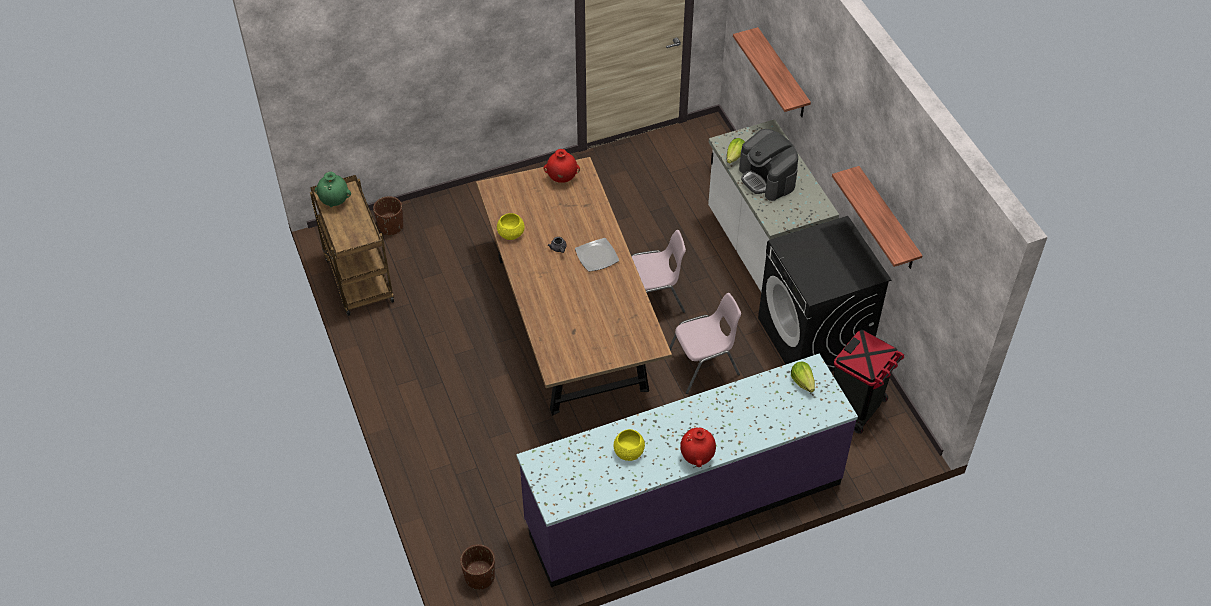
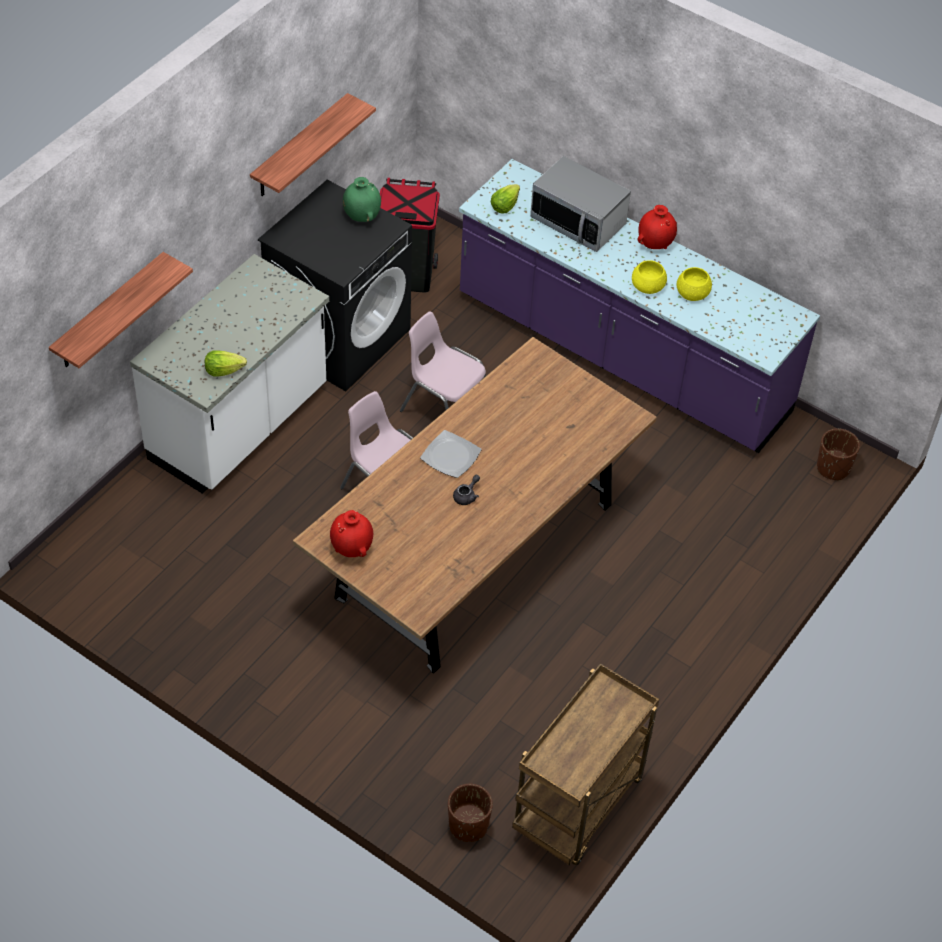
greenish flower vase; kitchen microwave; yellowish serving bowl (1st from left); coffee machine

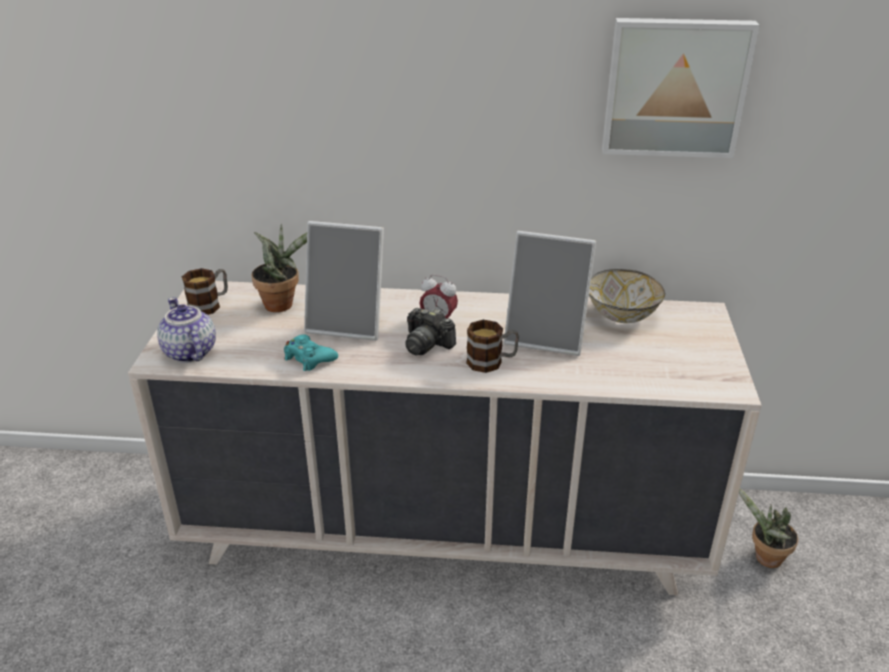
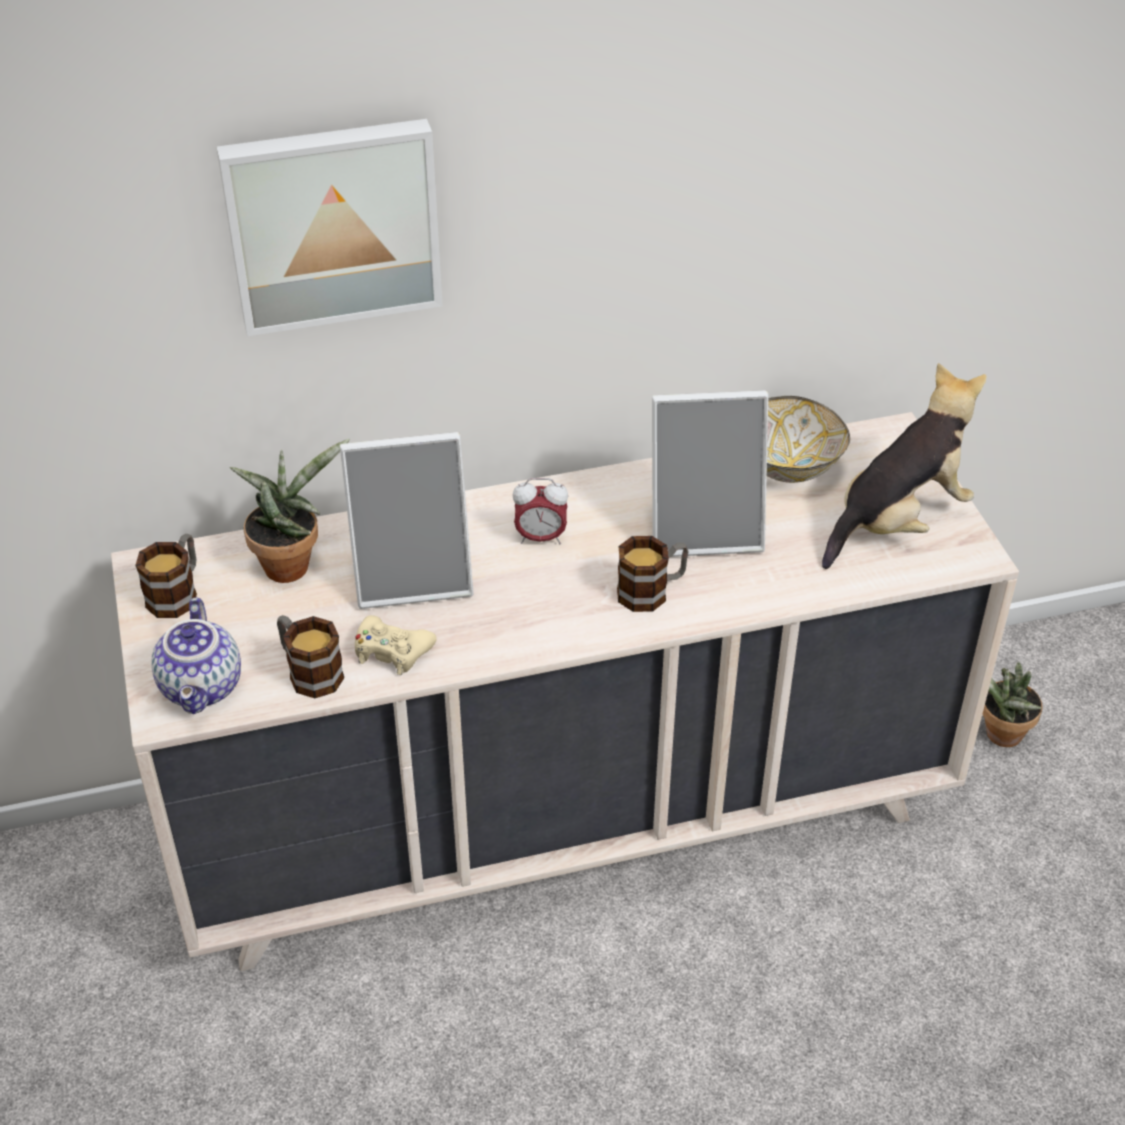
teapot; picture; coffee mug (2nd from left); sand-coloured gamepad; cuddly toy; photo camera

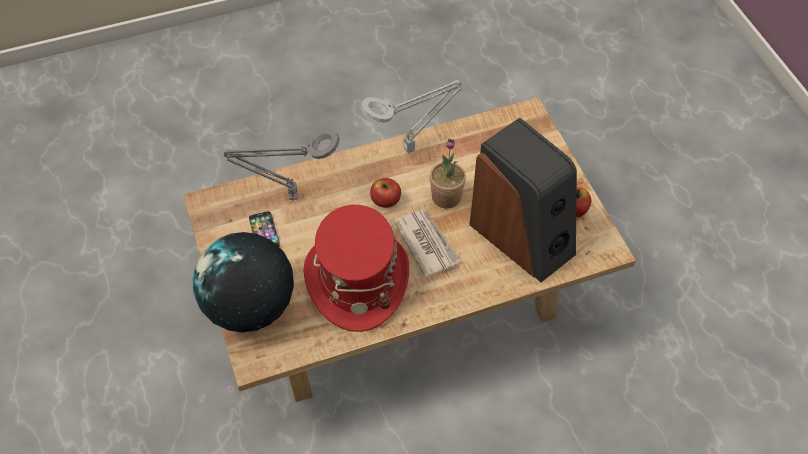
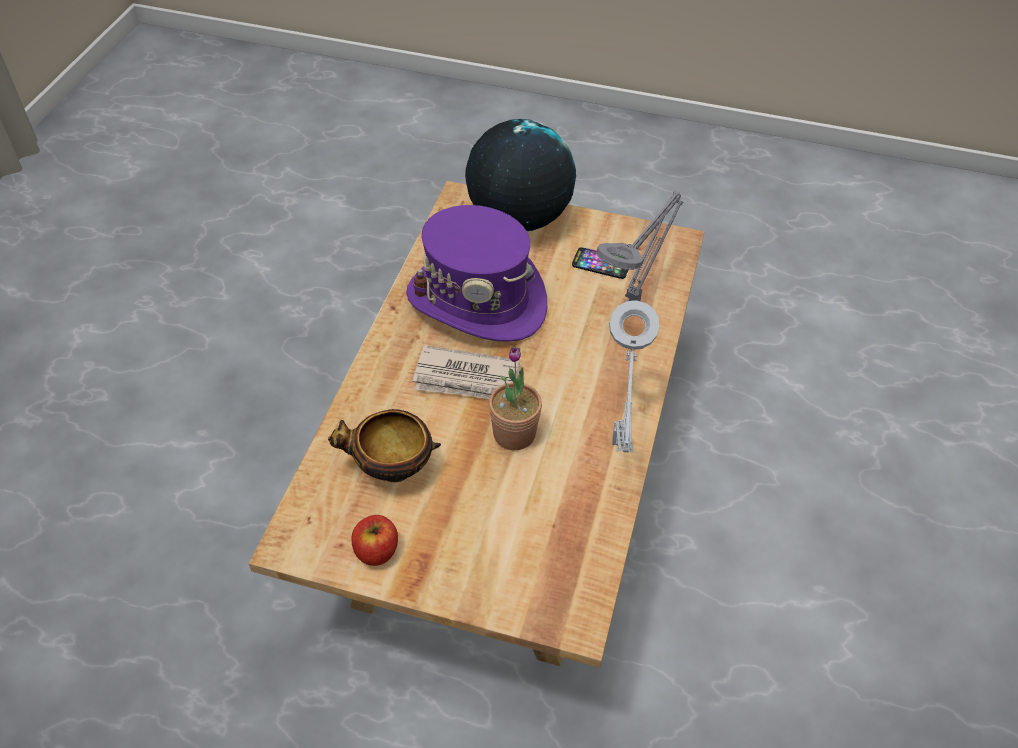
serving bowl; purplish clothing hat; whole apple (1st from left in the first image)

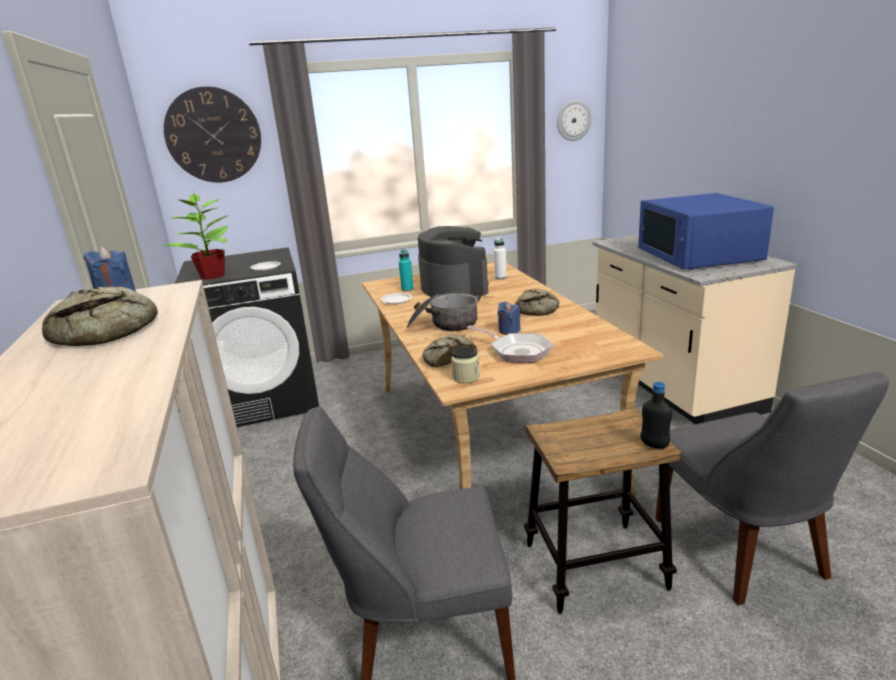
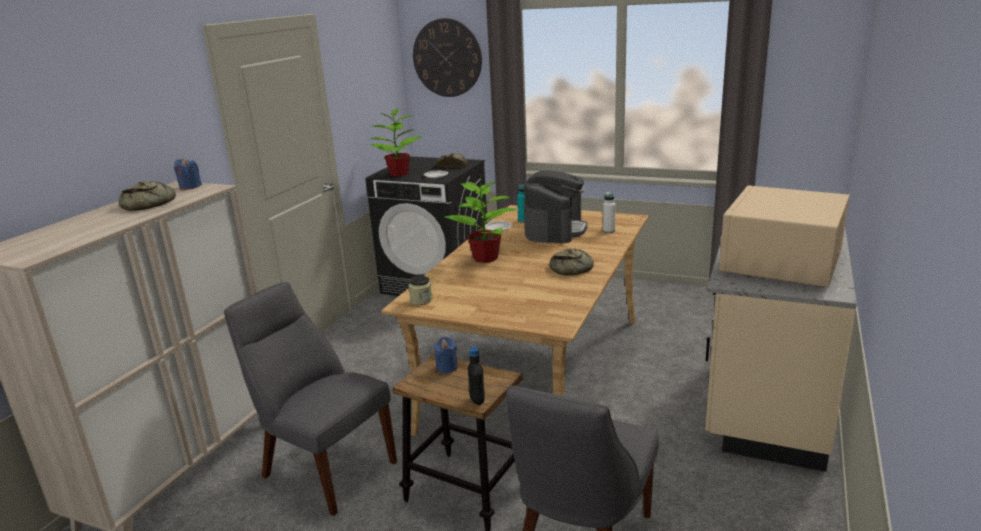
blue wax candle (2nd from left); baked bread (2nd from left); houseplant (2nd from left); sand-coloured kitchen microwave; skillet; wall clock (2nd from left in the first image)

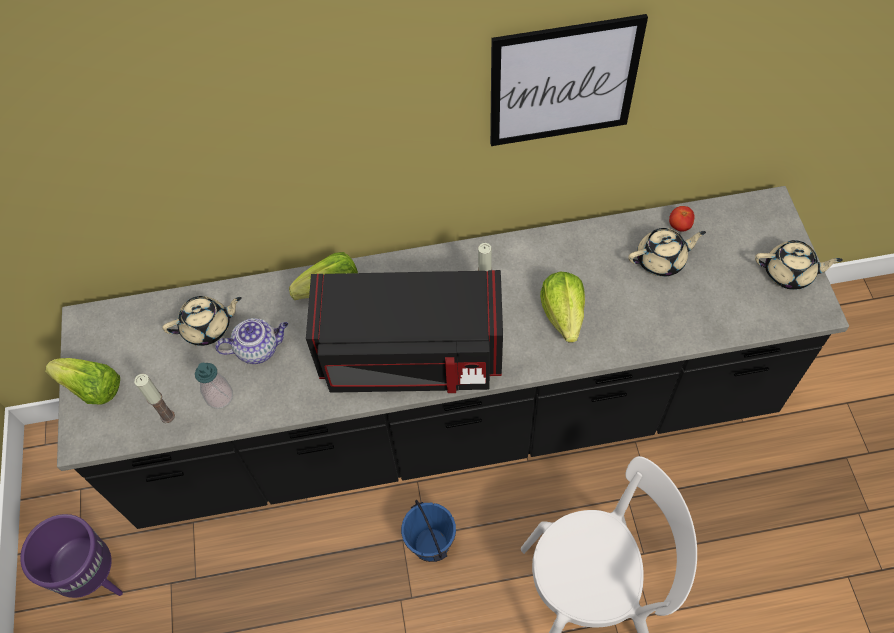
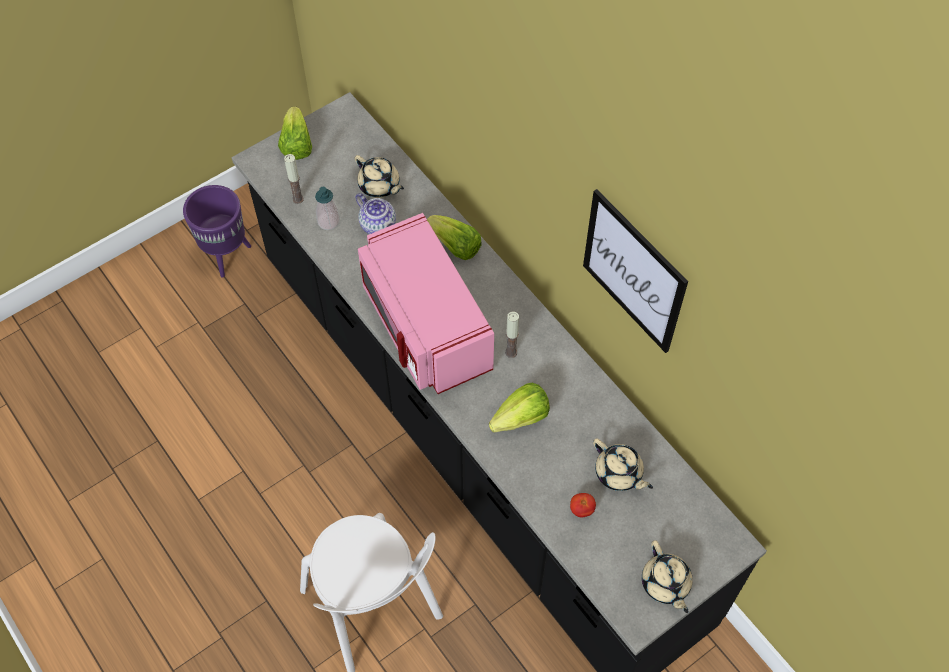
pink kitchen microwave; fresh tomato; blue pail

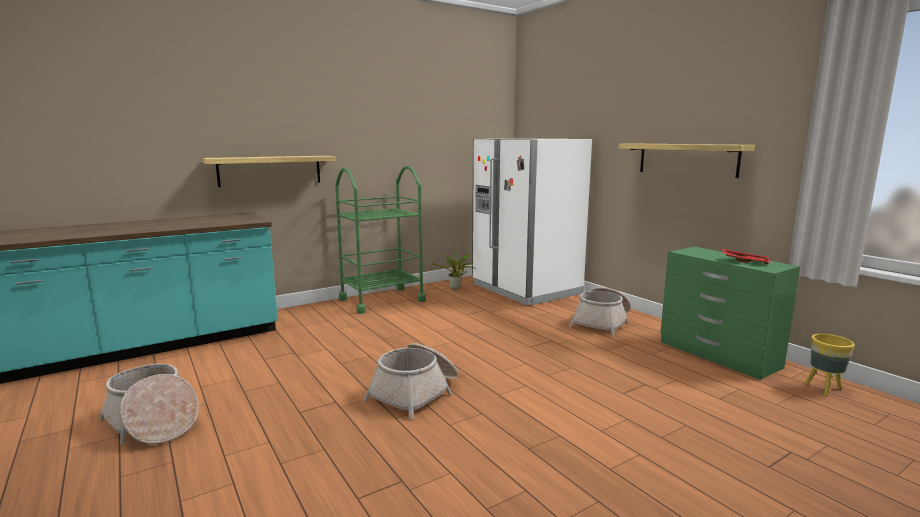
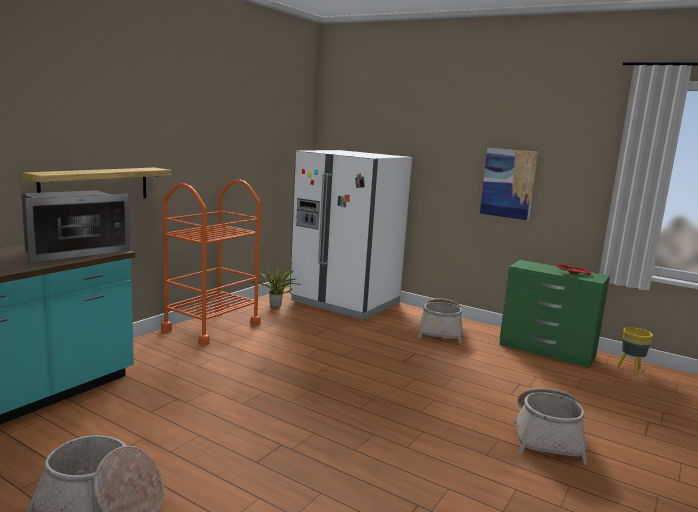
kitchen microwave; orange cart; picture; storage basket (3rd from left)

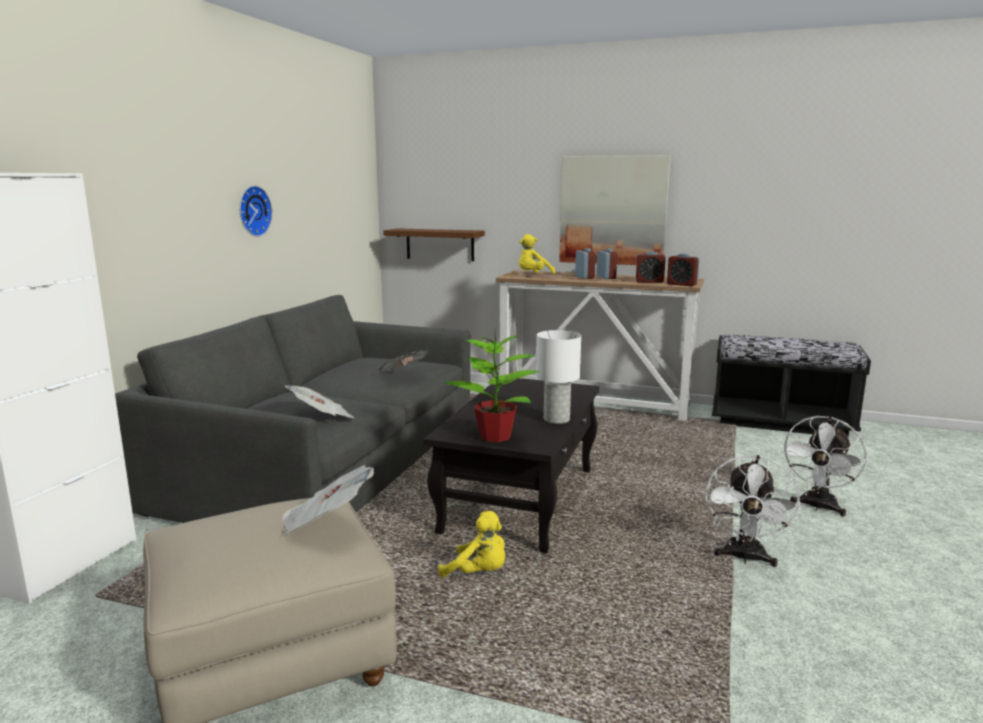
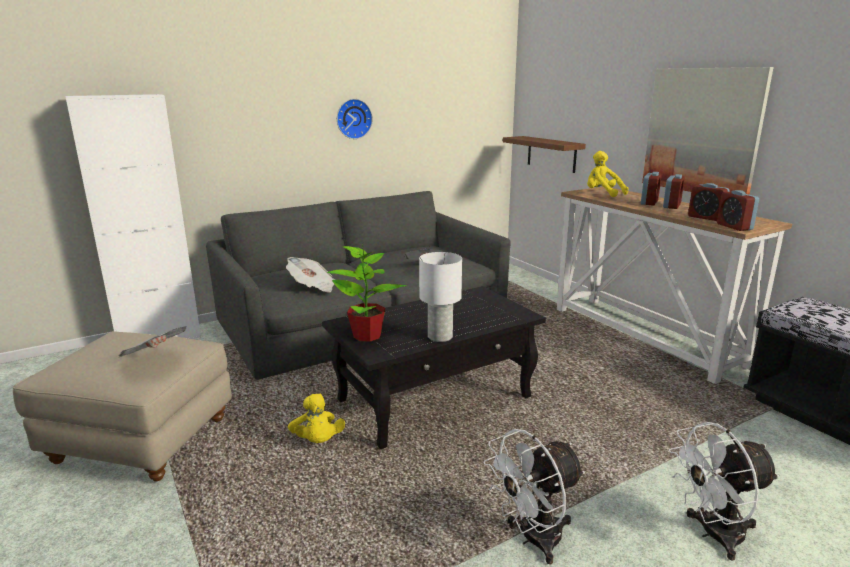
yellowish cuddly toy (2nd from left)

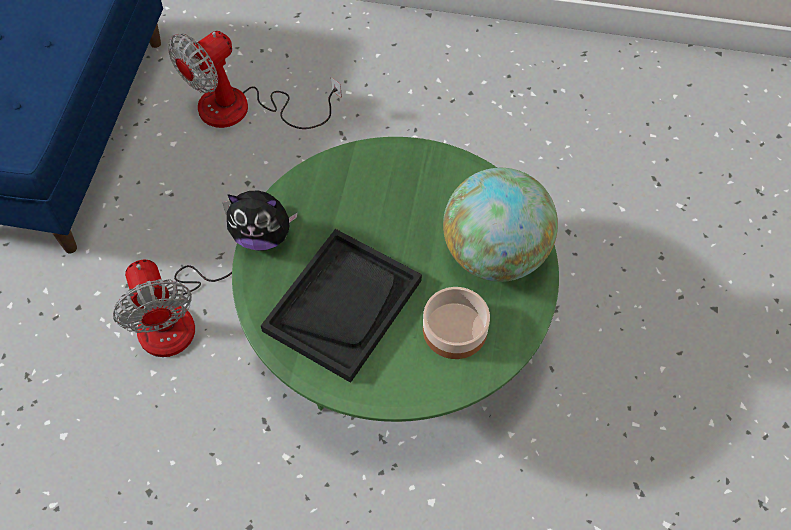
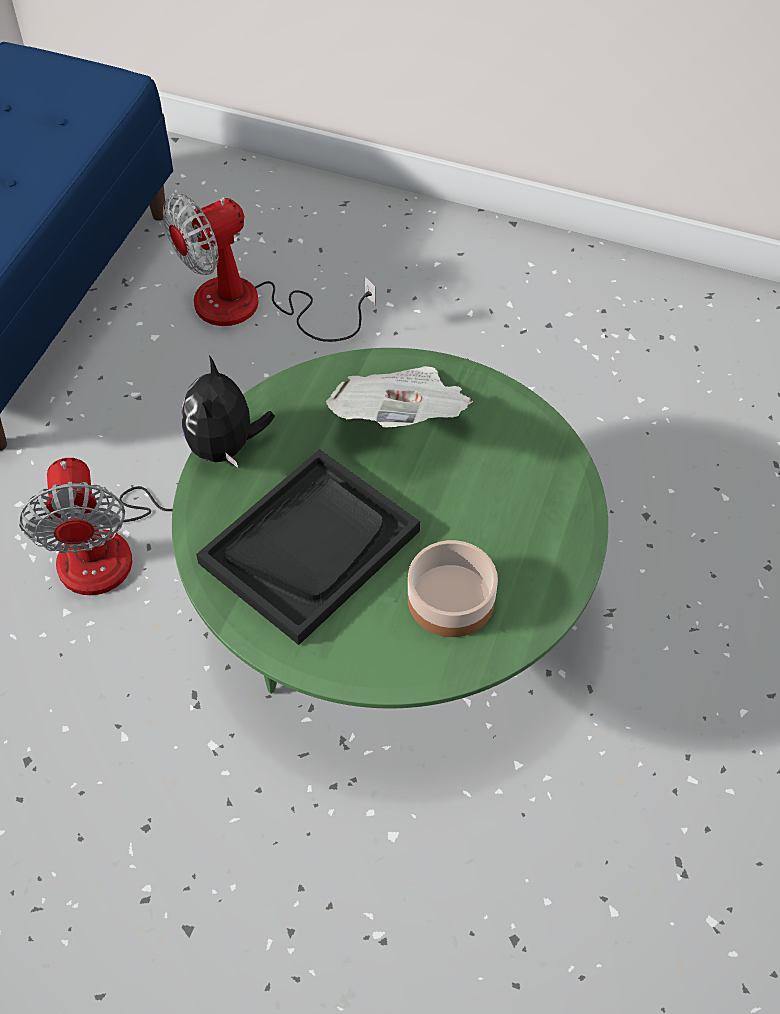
cuddly toy; printed paper; world globe

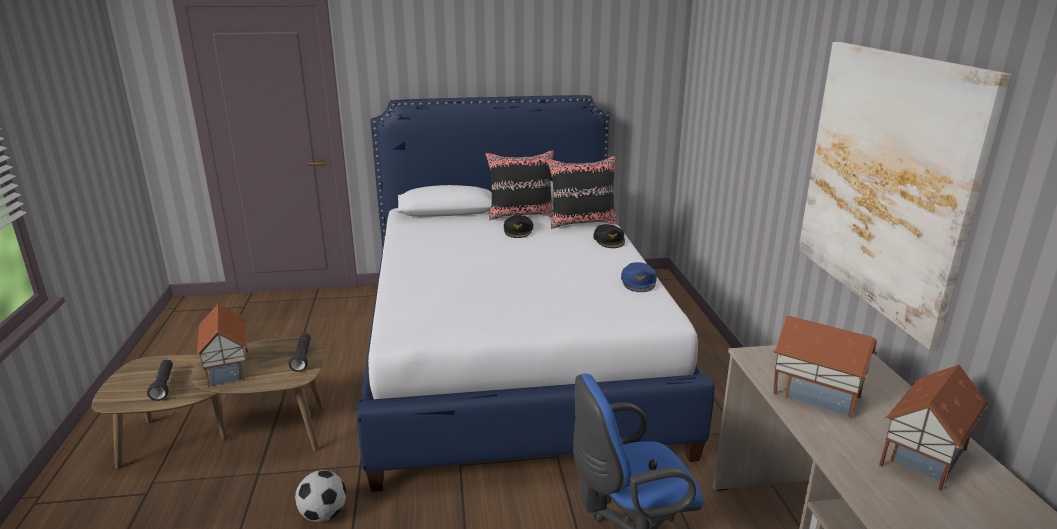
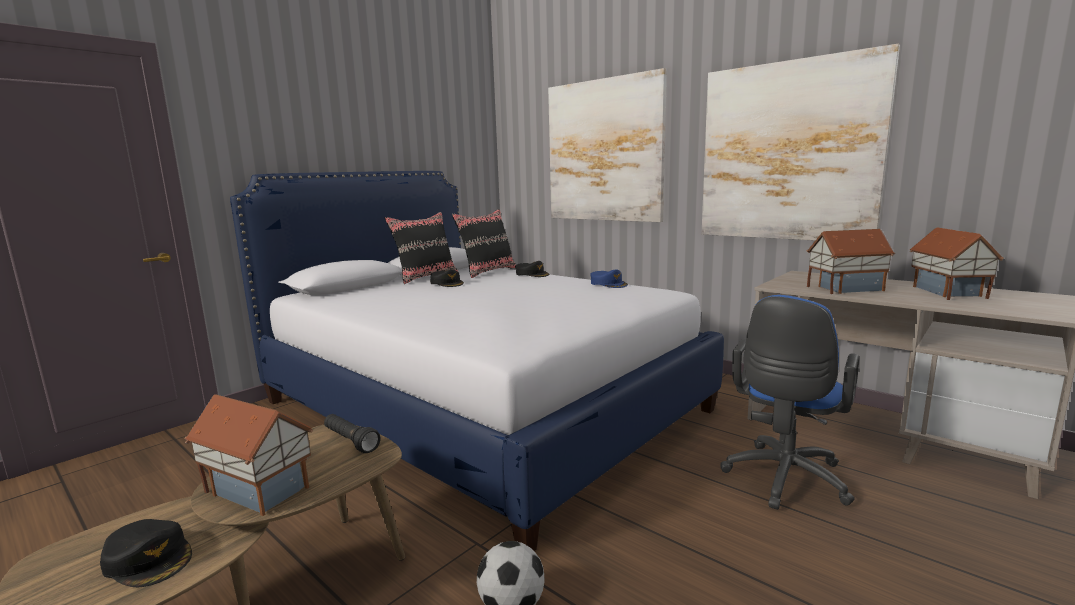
blackish baseball cap (1st from left); picture (1st from left)

